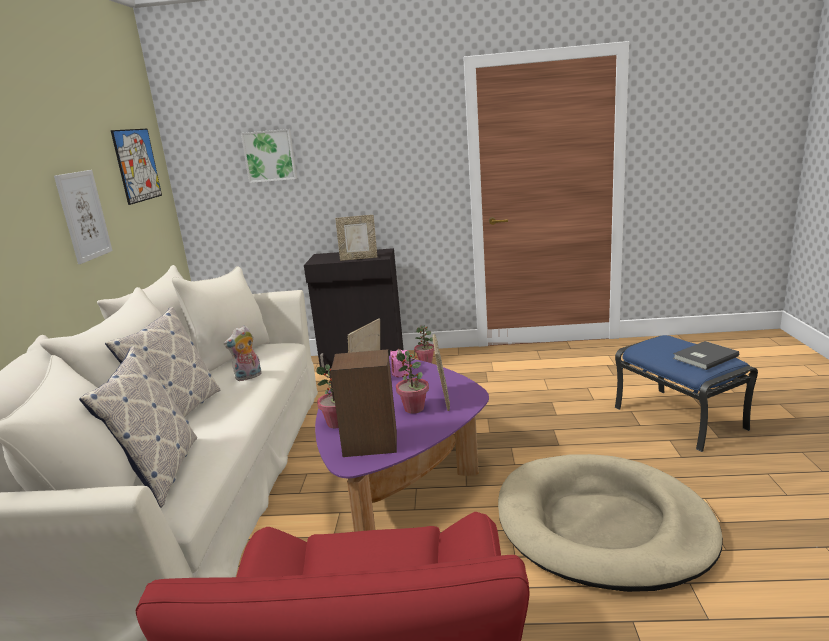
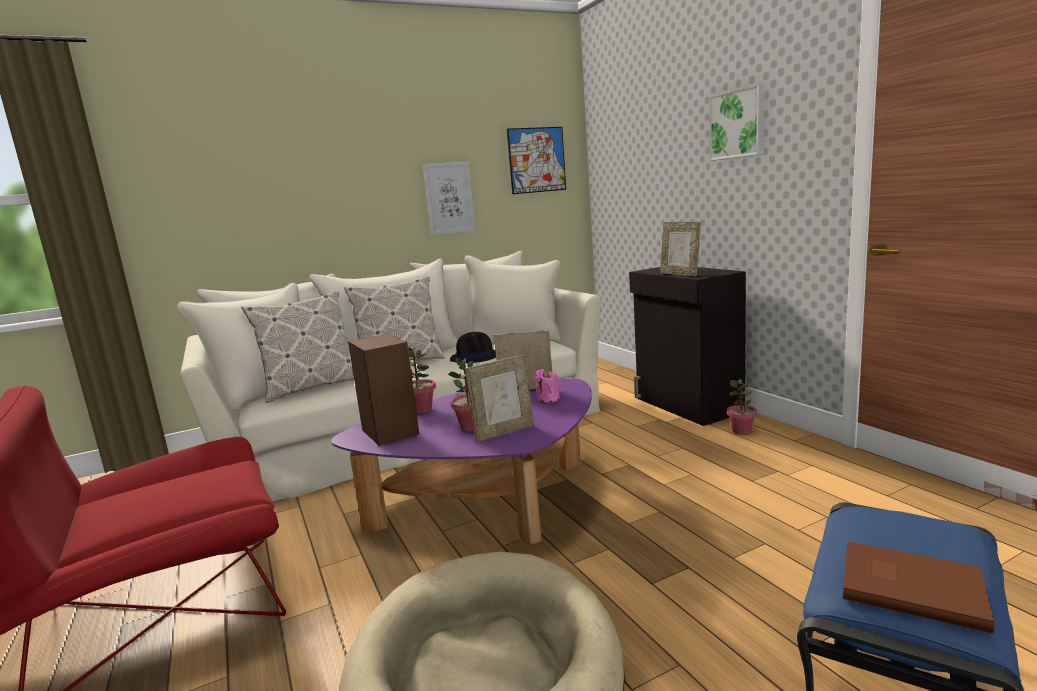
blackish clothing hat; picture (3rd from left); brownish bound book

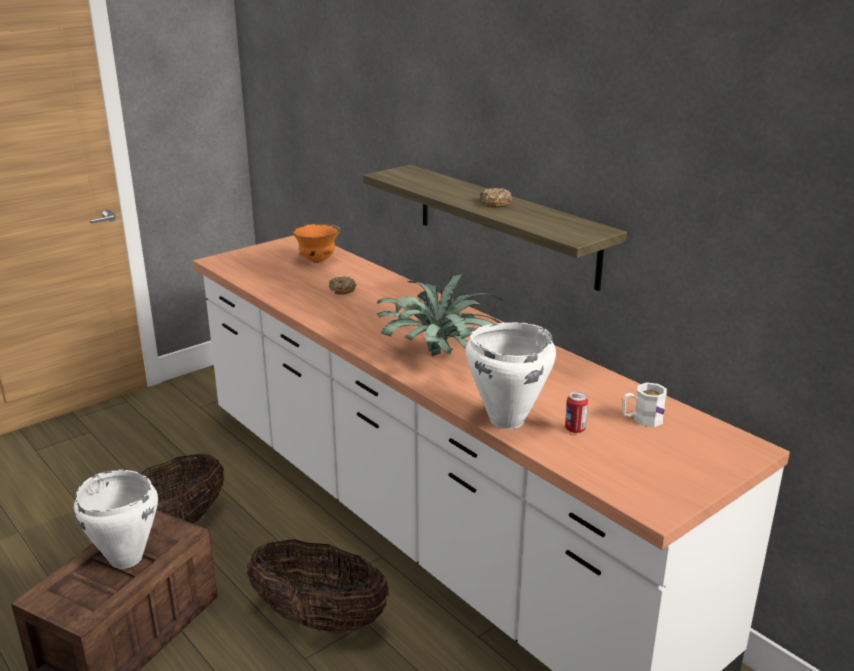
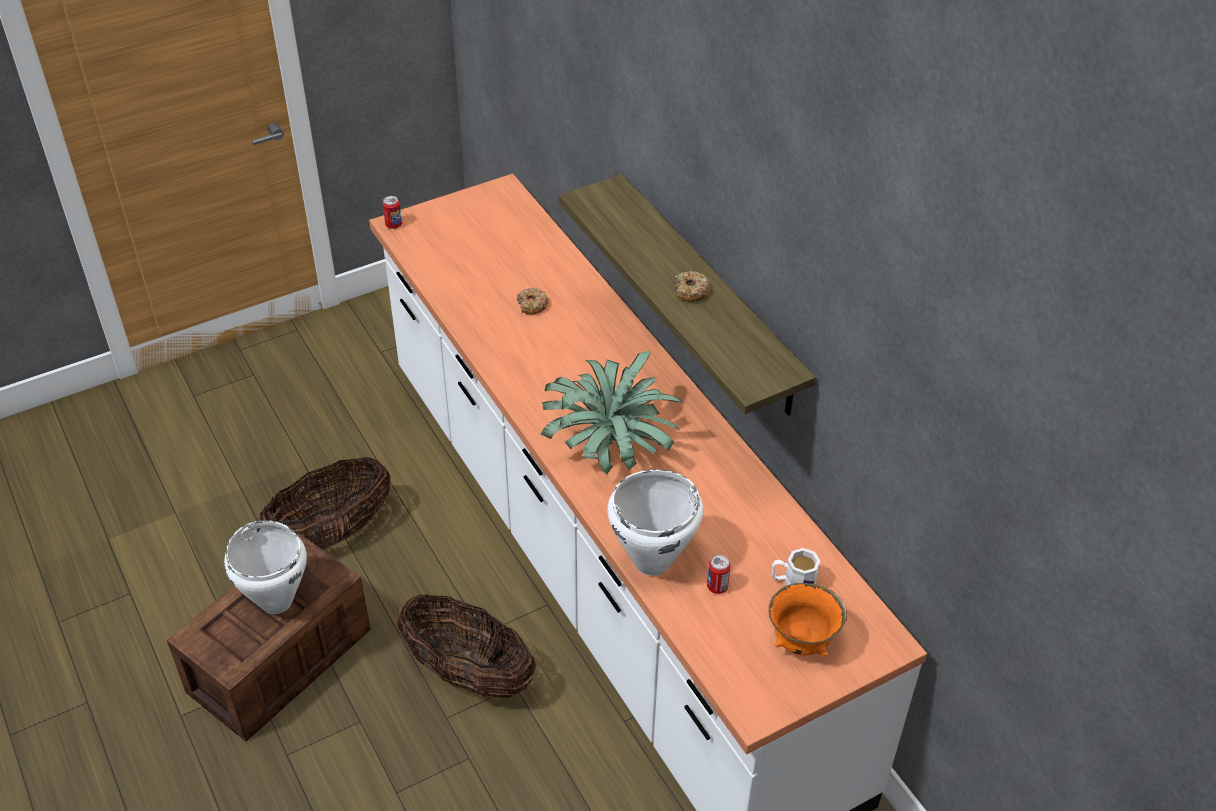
can (1st from left); orange serving bowl

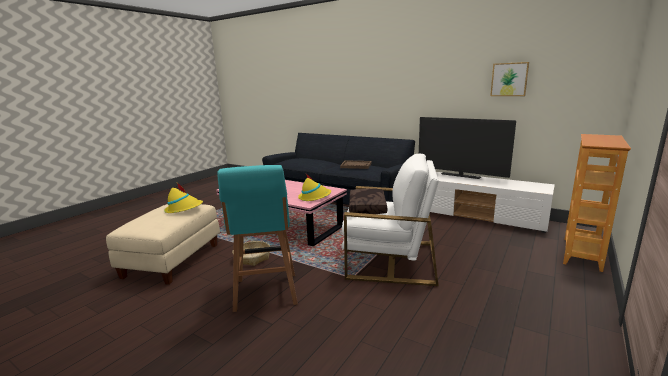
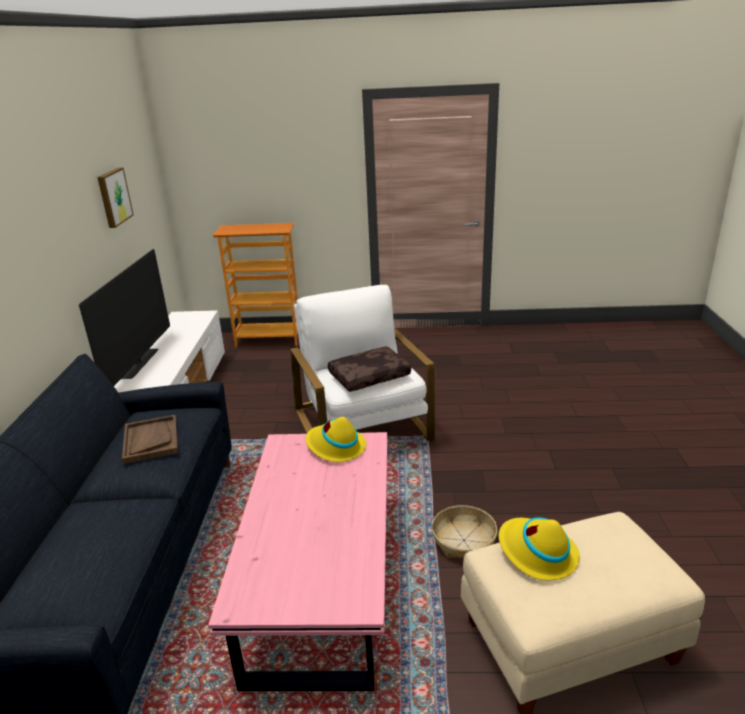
turquoise stool

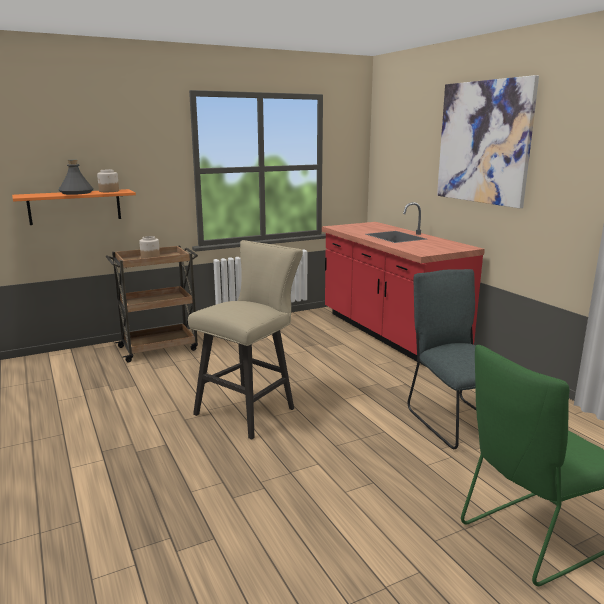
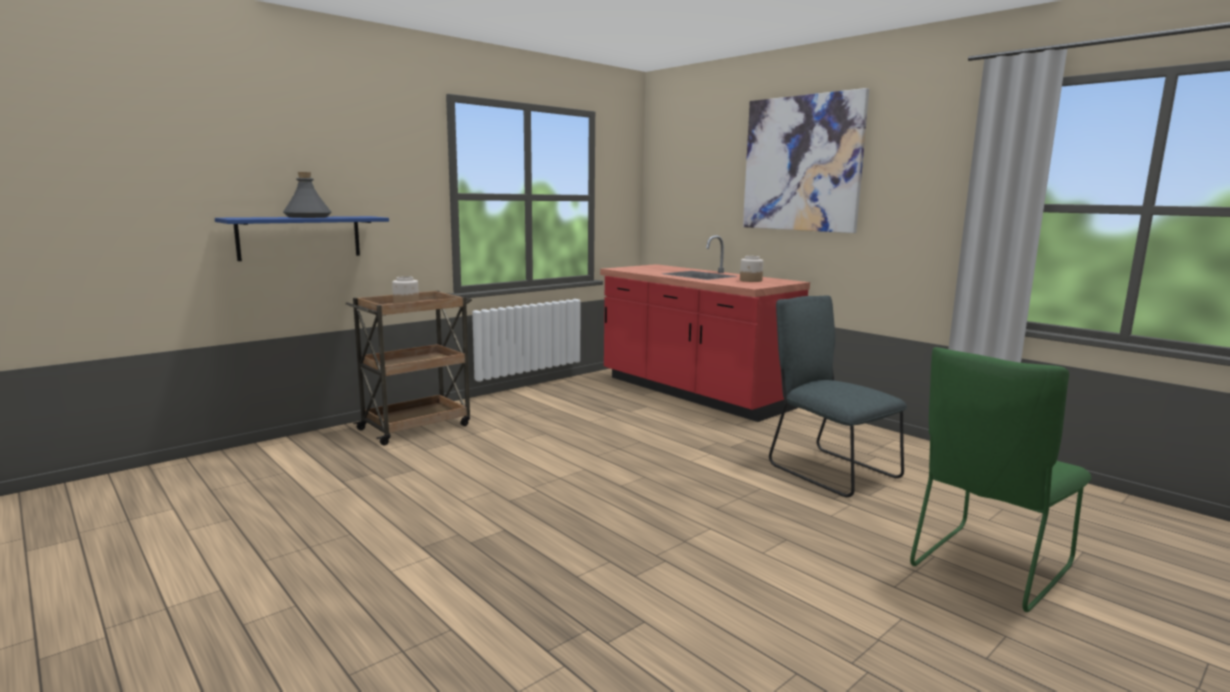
blue bracket shelf; storage jar (2nd from left); sand-coloured stool

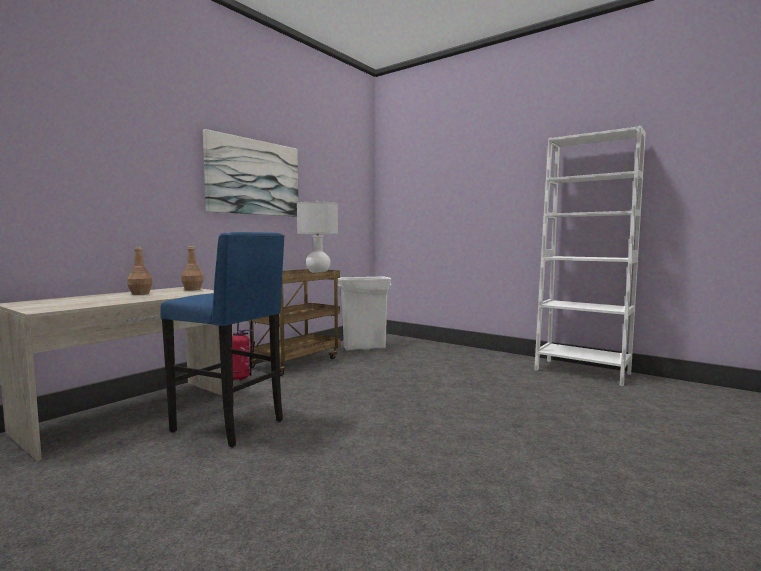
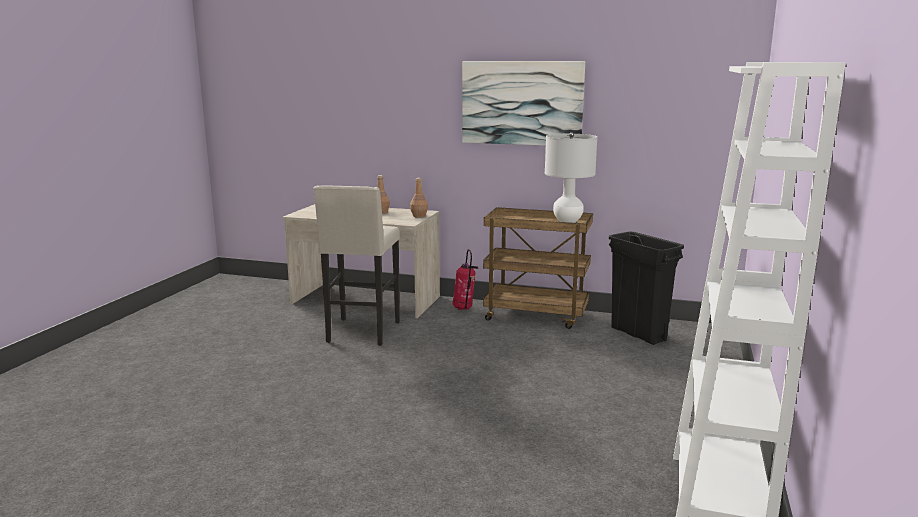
sand-coloured stool; blackish trash can

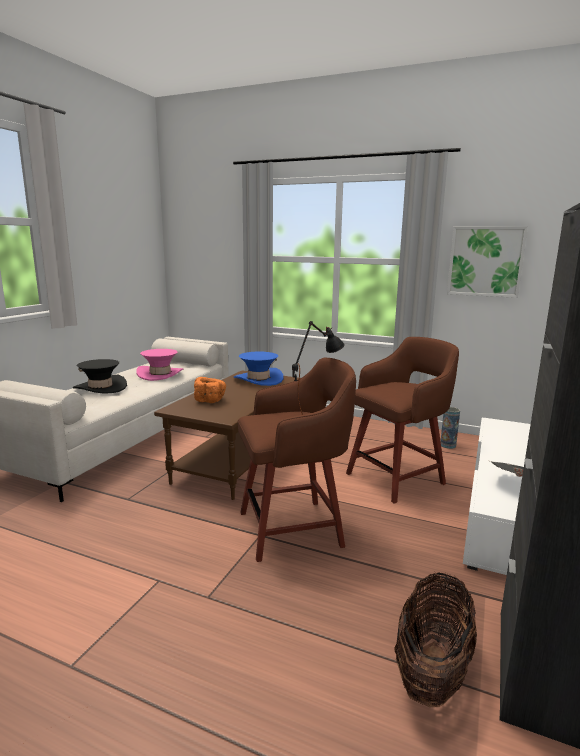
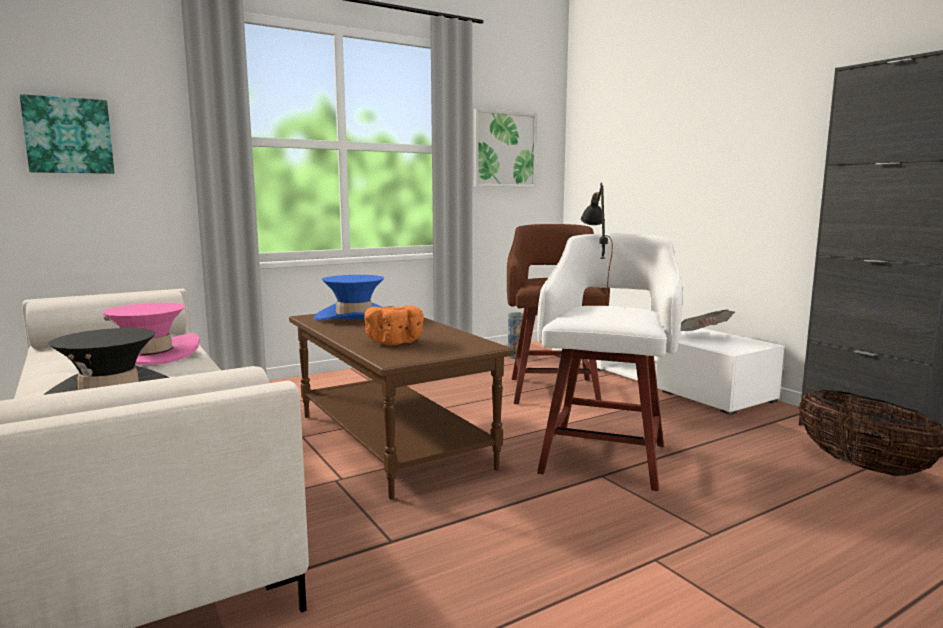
picture (1st from left); white stool

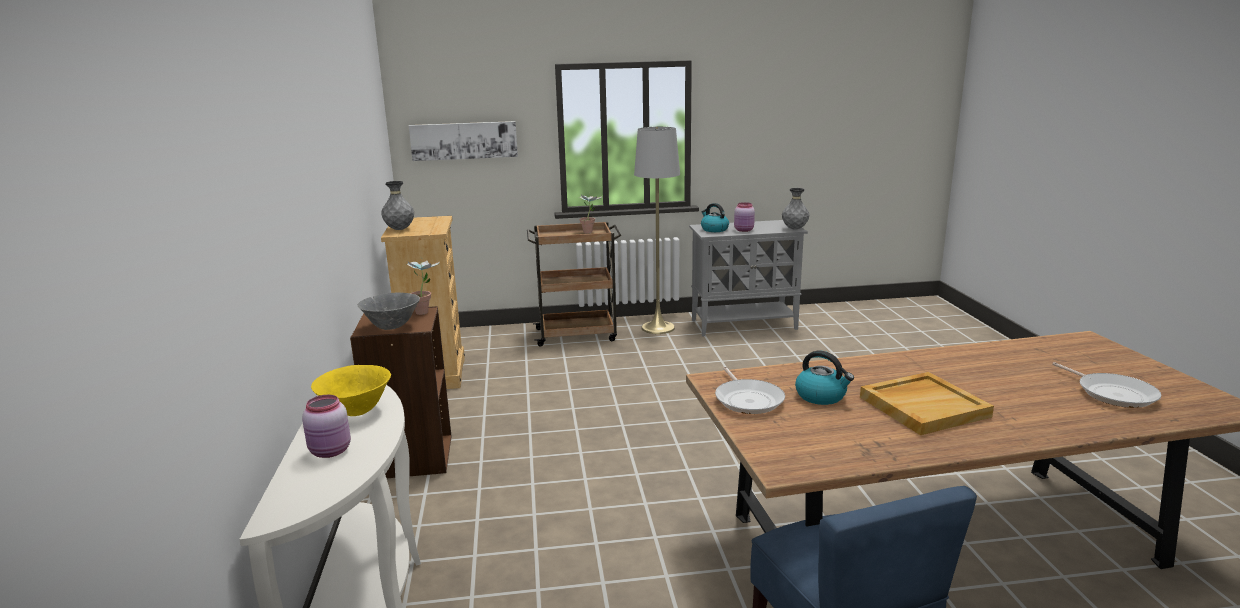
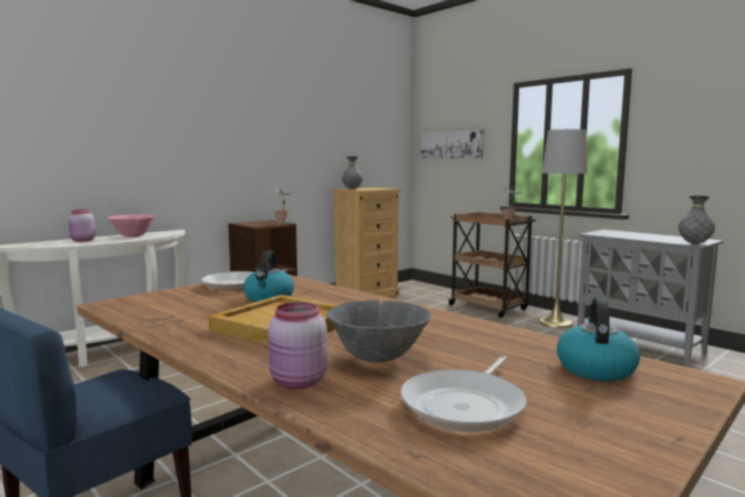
pink serving bowl; pink storage jar (2nd from left); gray serving bowl; kettle (2nd from left)

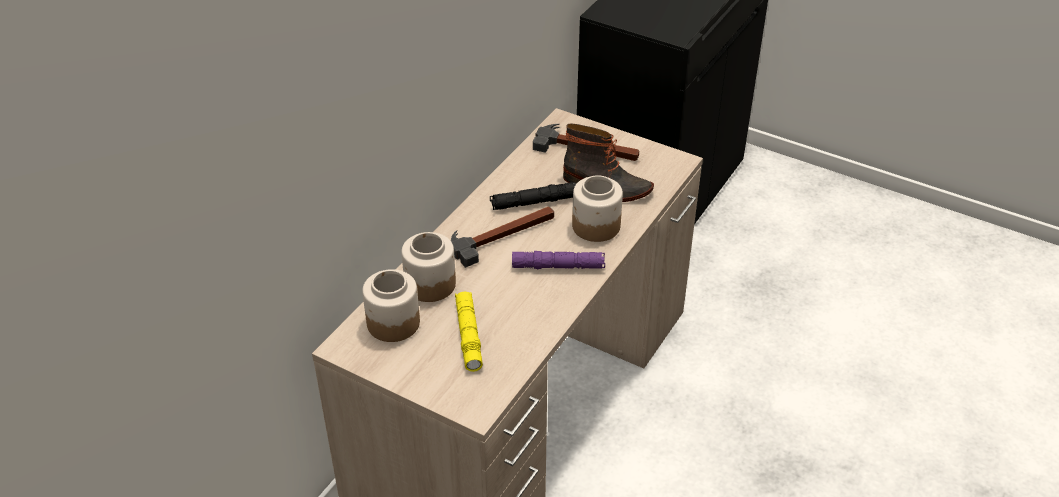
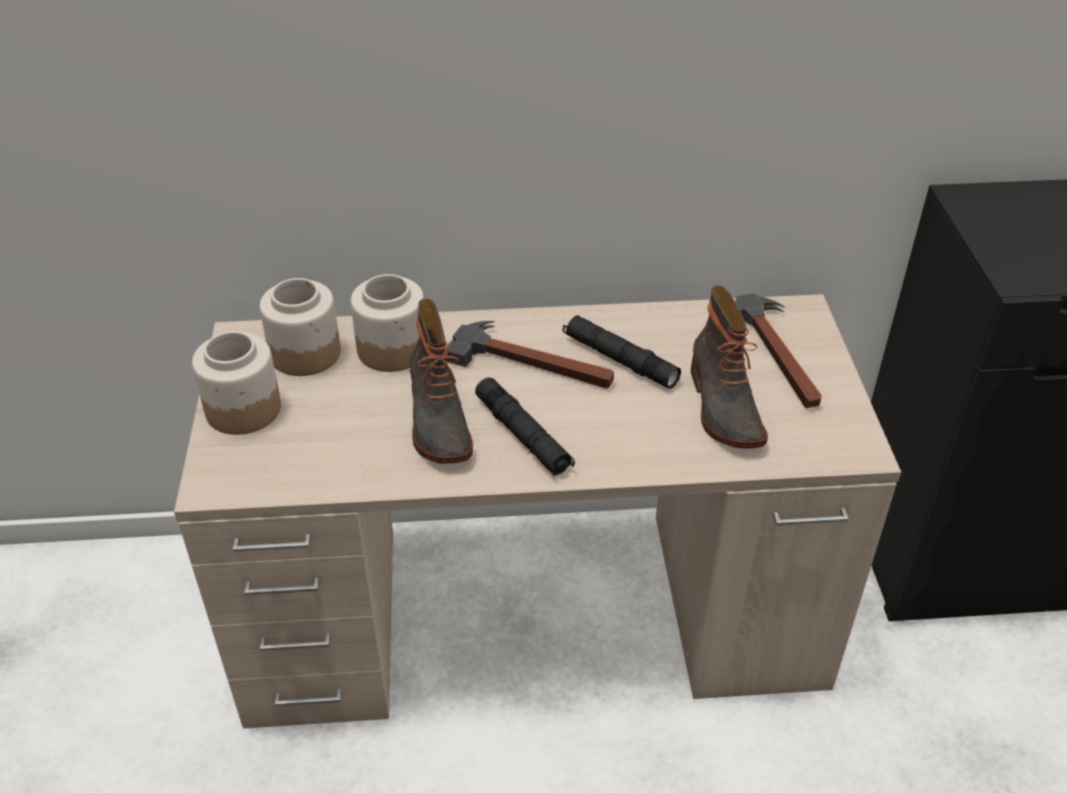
storage jar (1st from left); tall boot (1st from left); blackish flashlight (1st from left); yellowish flashlight

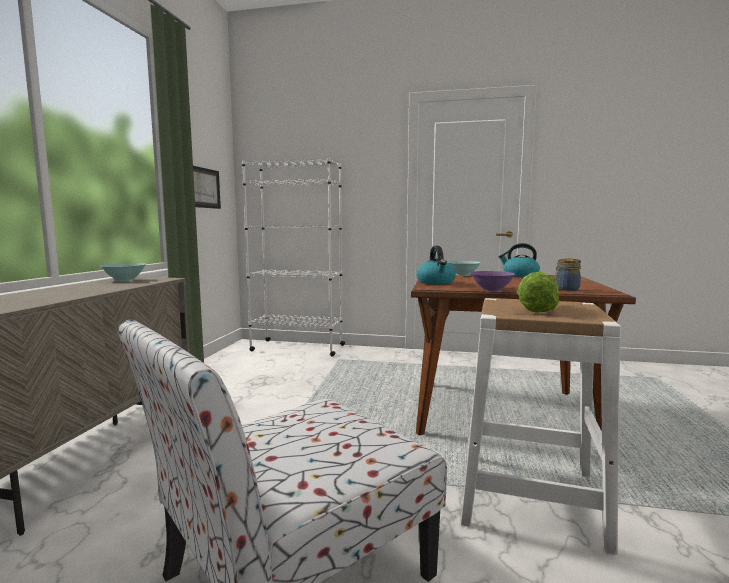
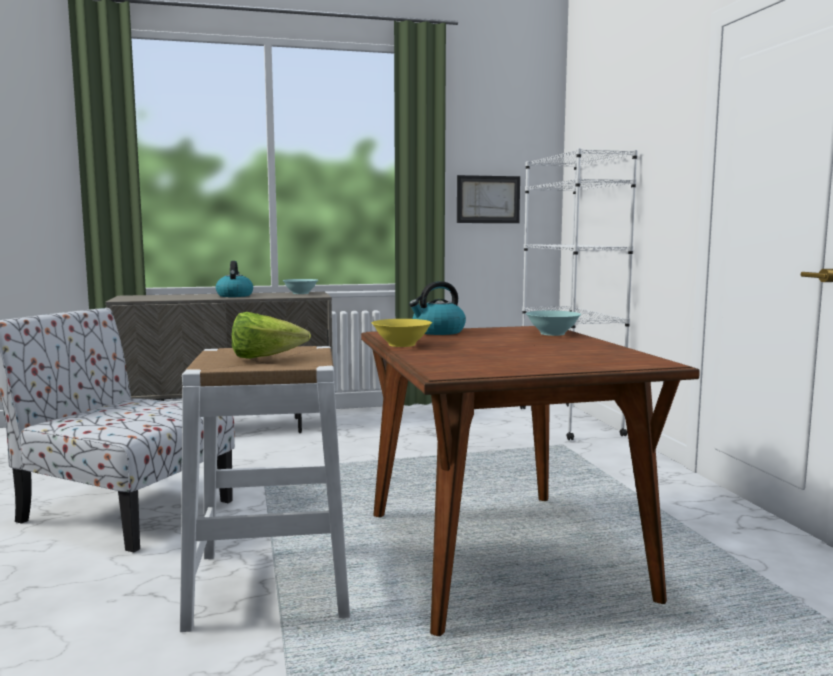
kettle (1st from left); yellowish serving bowl; storage jar

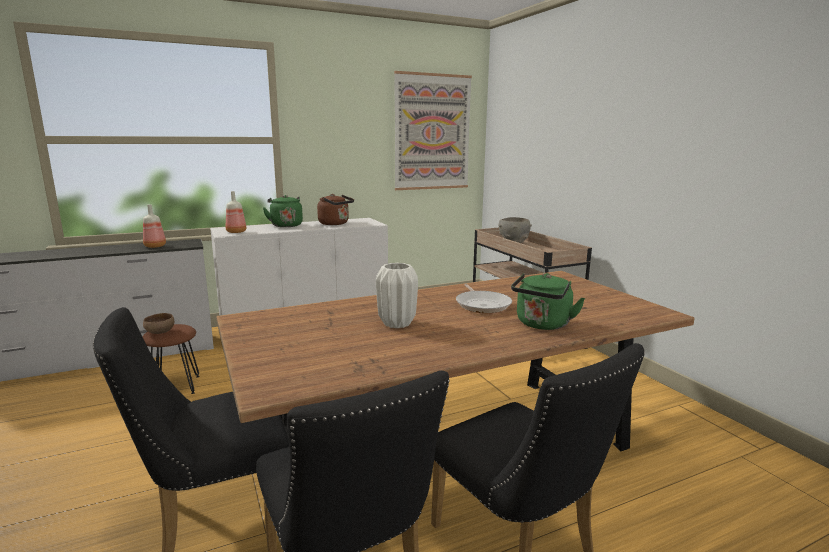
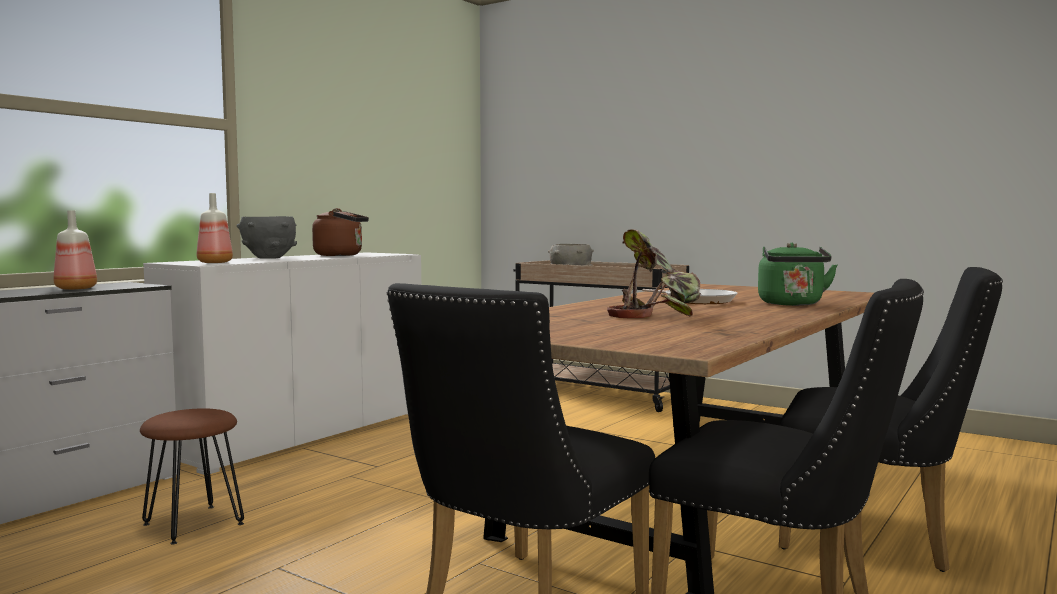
gray serving bowl (1st from left); houseplant; brownish serving bowl; picture

